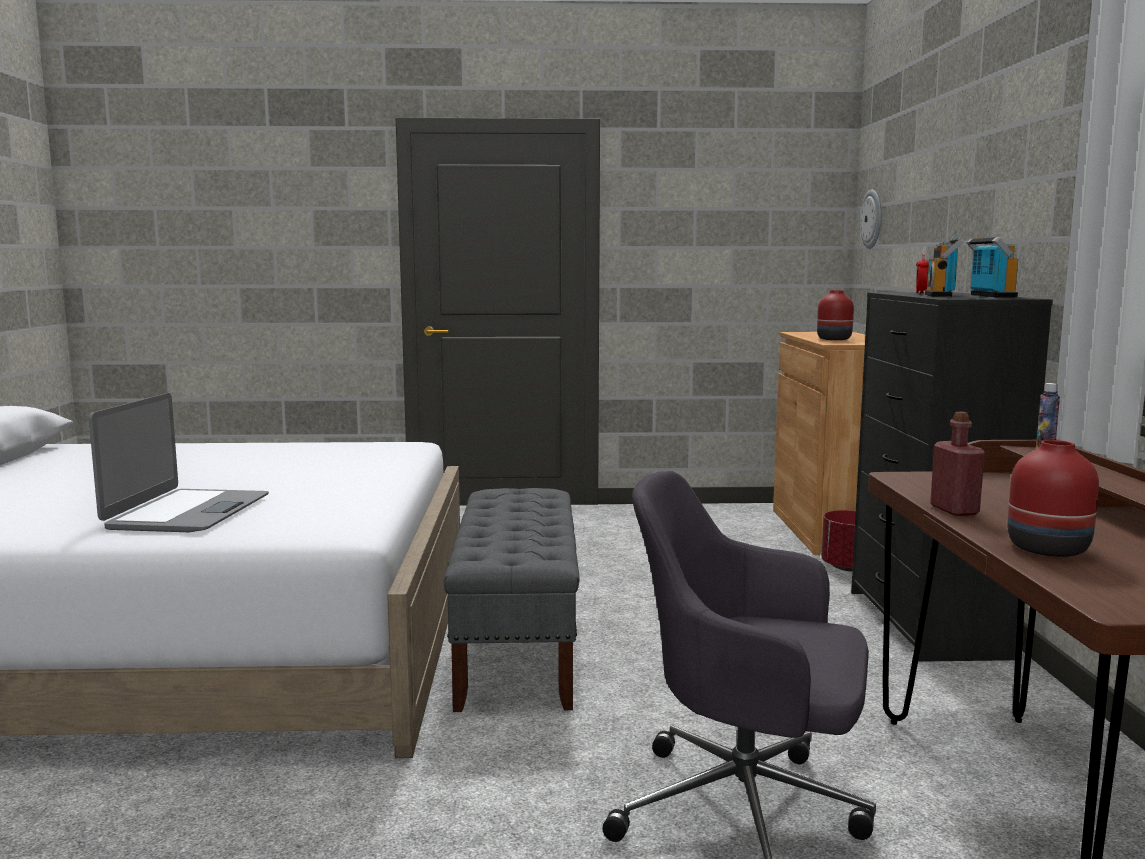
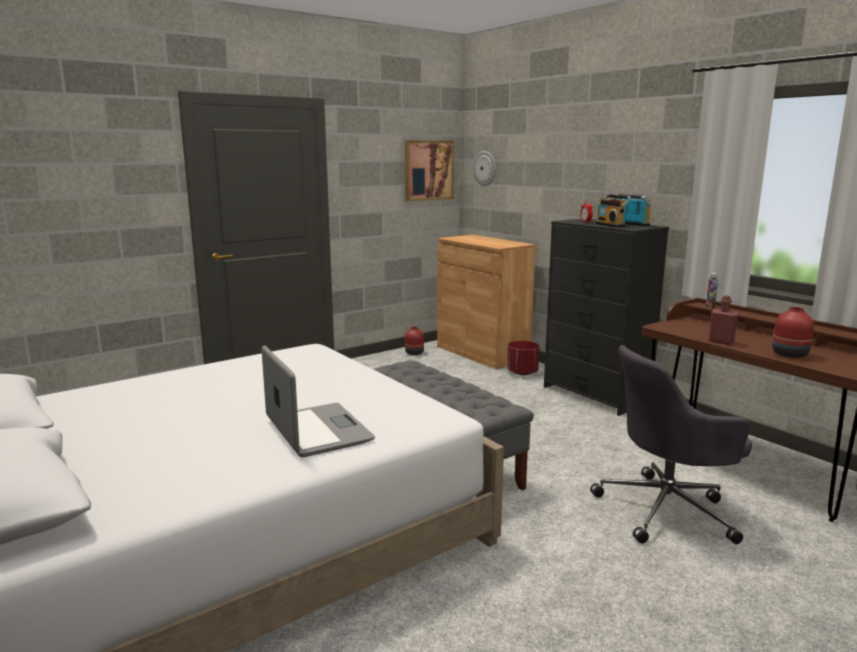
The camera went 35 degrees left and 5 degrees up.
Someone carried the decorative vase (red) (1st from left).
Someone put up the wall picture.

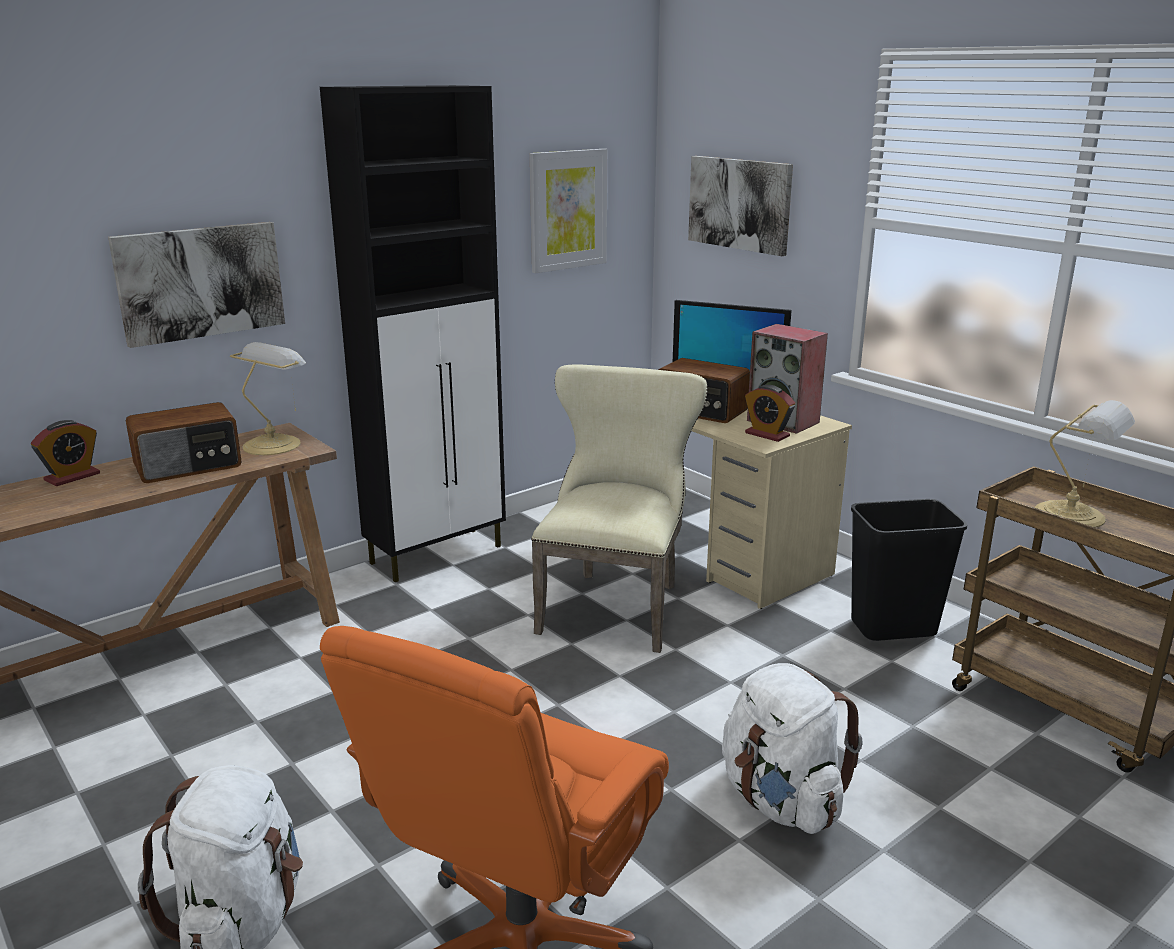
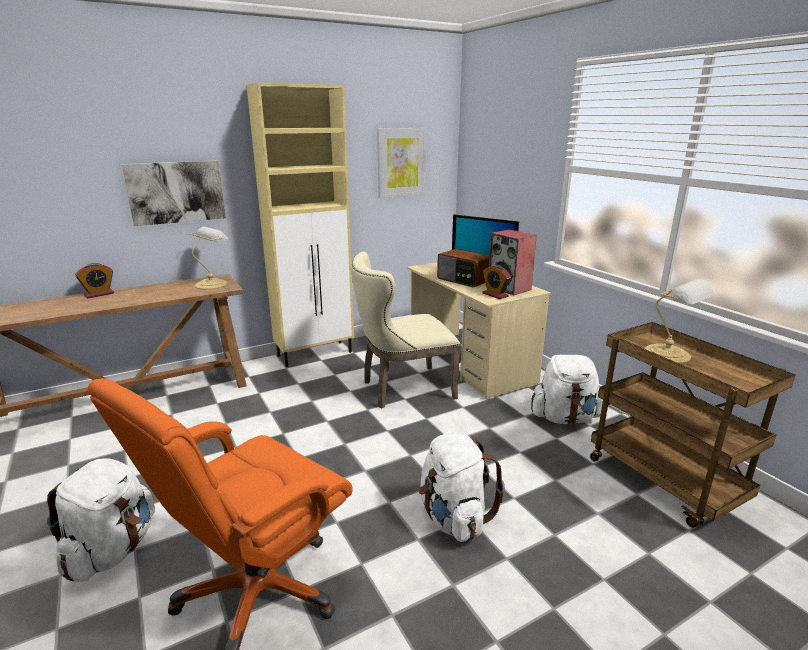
The camera went 10 degrees right and 0 degrees up.
Someone took away the radio set (1st from left).
Someone repainted the cabinet (black), which became the cabinet (sand-coloured).
Someone rotated the plain chair (sand-coloured) by 135 degrees counterclockwise.
Someone took away the wall picture (3rd from left).
Someone swapped the waste bin (black) for the rucksack (whitish) (3rd from left).

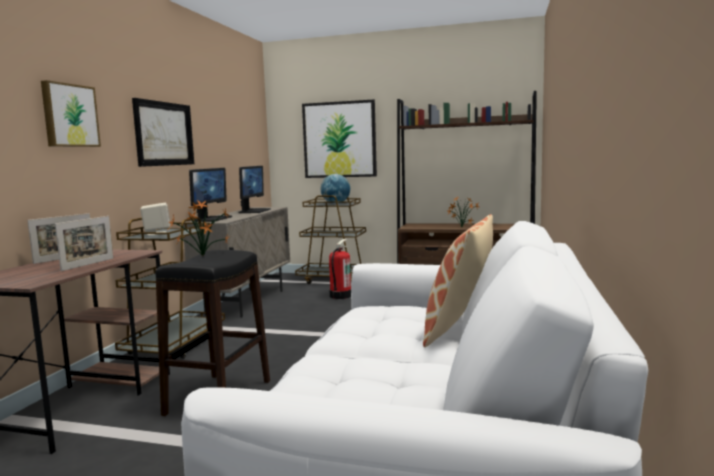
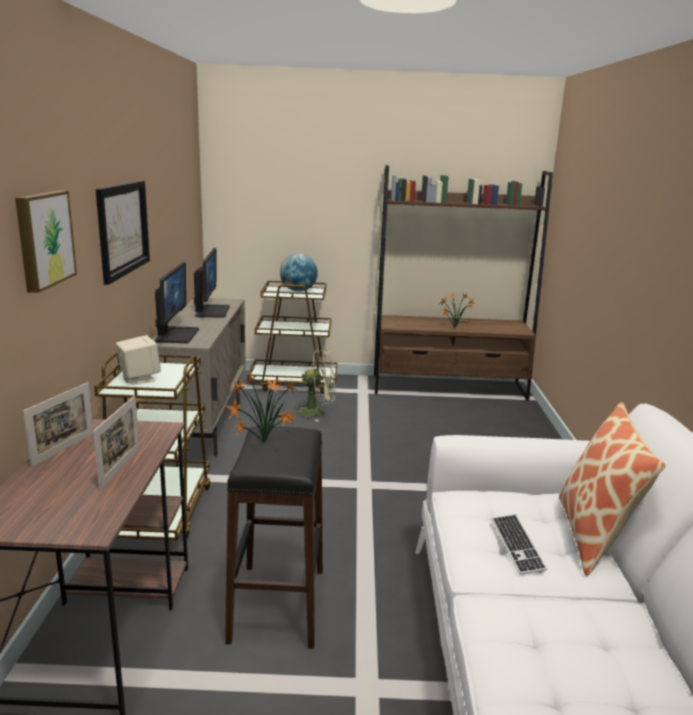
The camera went 15 degrees left and 10 degrees up.
Someone took away the wall picture (3rd from left).
Someone swapped the fire-fighting cylinder for the electric fan (green-coloured).
Someone put down the PC keyboard.

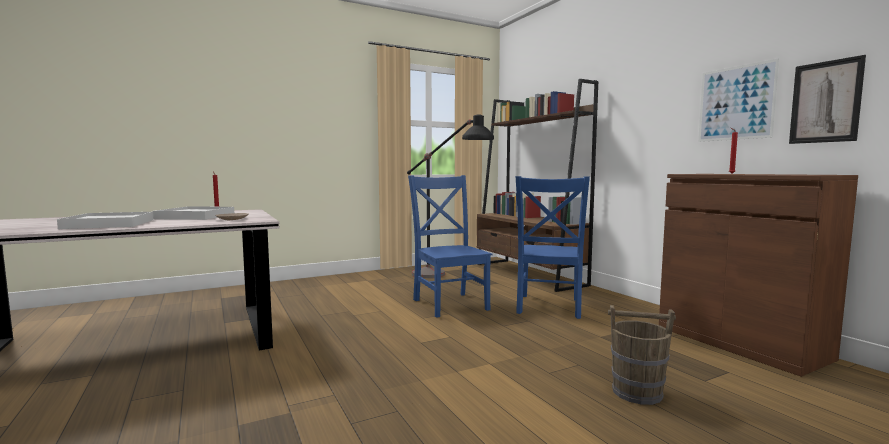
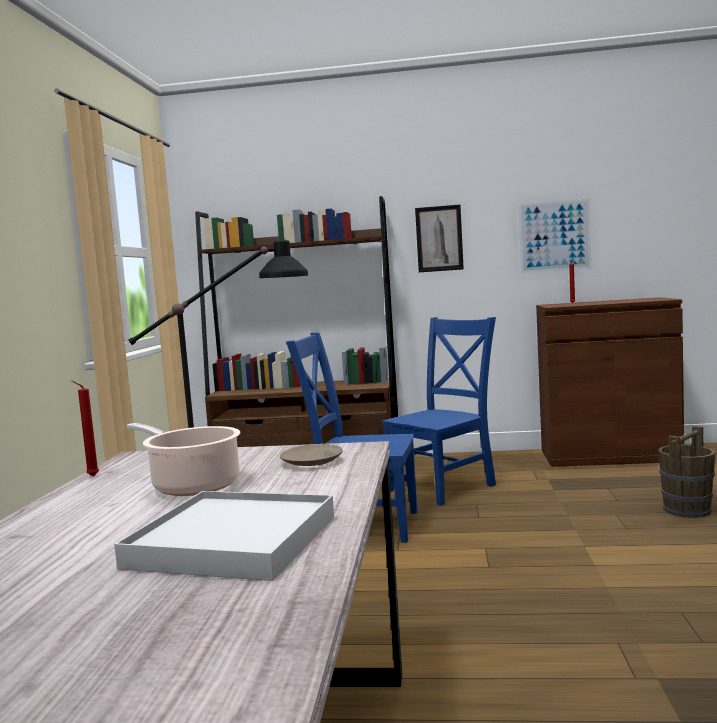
The camera went 55 degrees left and 0 degrees up.
Someone swapped the carrying tray (whitish) (2nd from left) for the saucepot.
Someone rotated the plain chair (blue) (2nd from left) by 90 degrees counterclockwise.
Someone carried the wall picture (2nd from left in the first image).

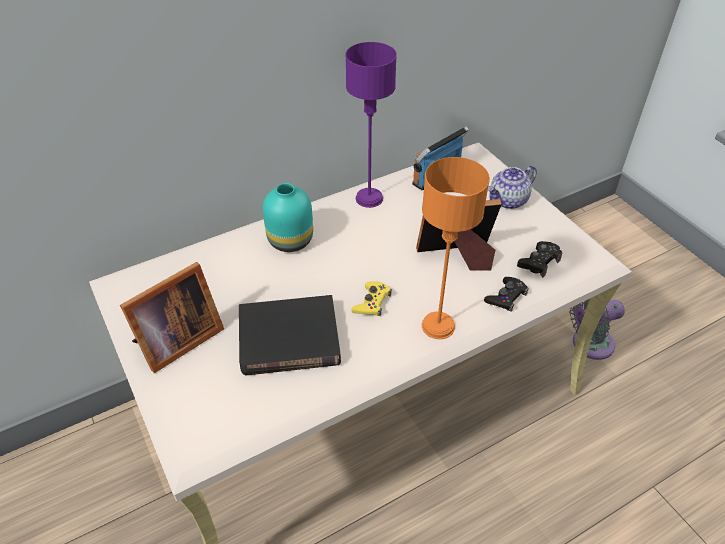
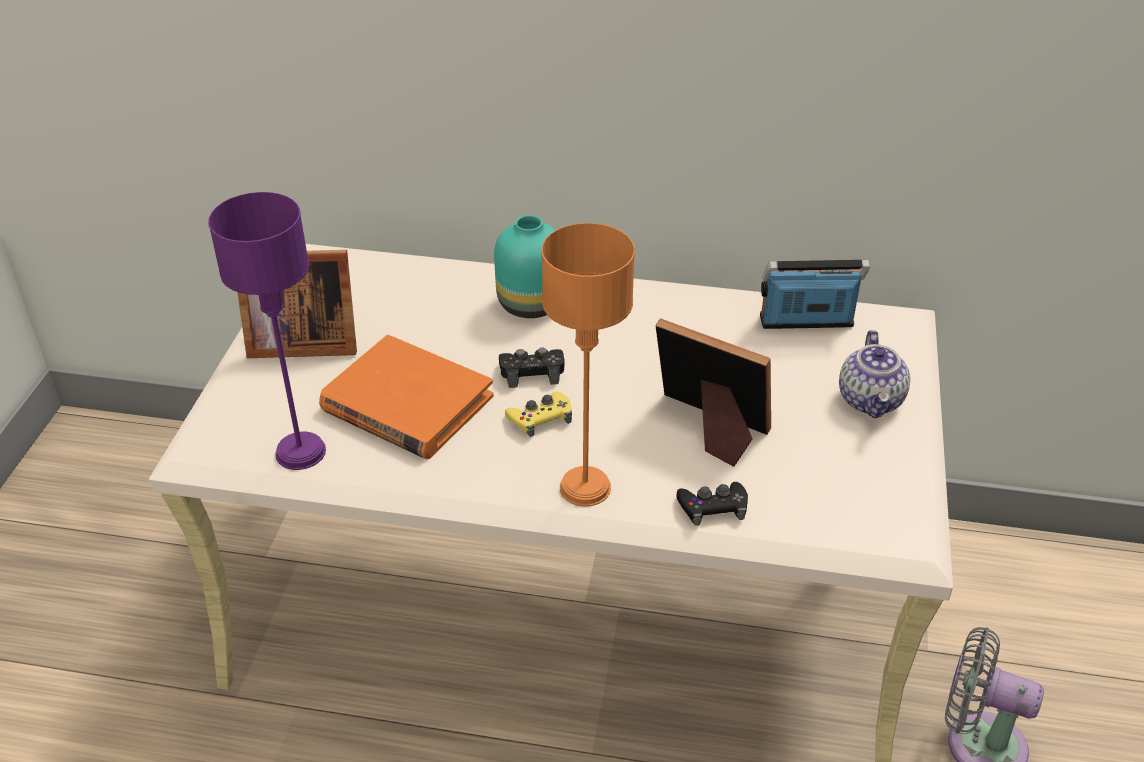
The camera went 40 degrees right and 5 degrees down.
Someone repainted the bound book (black), which became the bound book (orange).
Someone carried the tabletop lamp (purple).
Someone rotated the pot for tea by 90 degrees counterclockwise.
Someone carried the gamepad (black) (2nd from left in the first image).

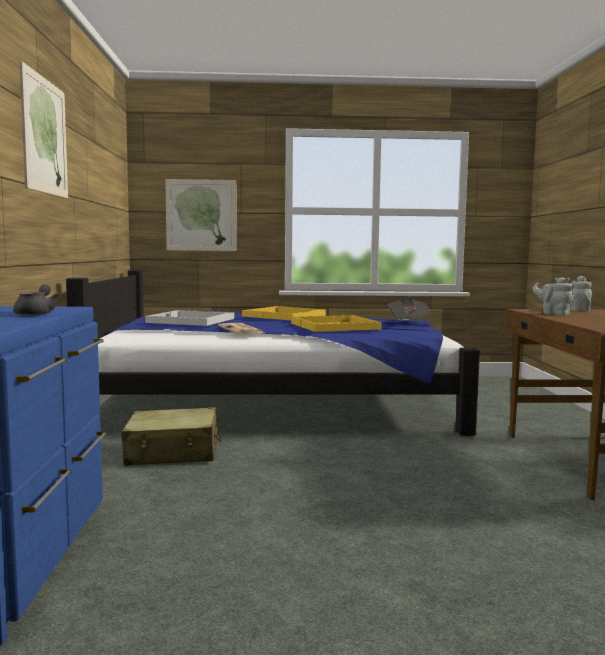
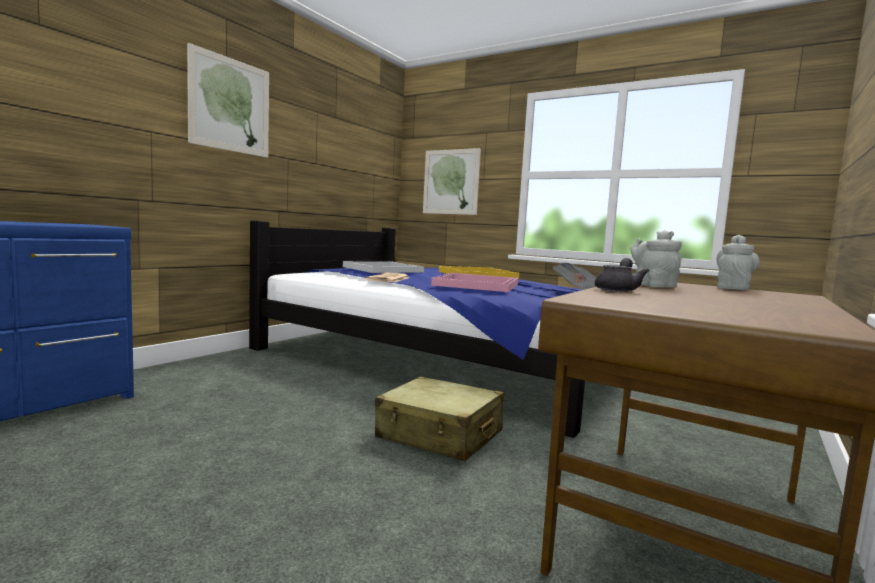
The camera went 35 degrees right and 0 degrees up.
Someone carried the pot for tea (grey) (1st from left).
Someone carried the suitcase (sand-coloured).
Someone repainted the carrying tray (yellow-coloured) (2nd from left), which became the carrying tray (pink).

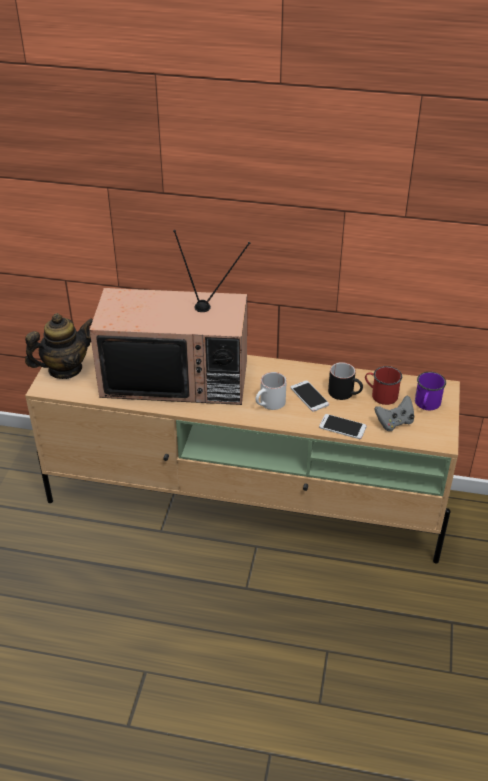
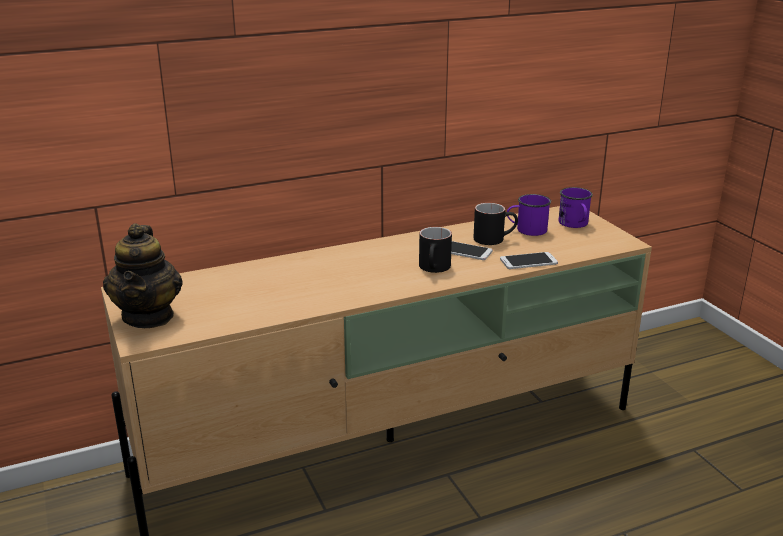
The camera went 35 degrees left and 15 degrees down.
Someone rotated the pot for tea by 150 degrees clockwise.
Someone took away the TV.
Someone repainted the coffee mug (whitish), which became the coffee mug (black) (1st from left).
Someone repainted the coffee mug (red), which became the coffee mug (purple) (1st from left).
Someone took away the gamepad (grey).

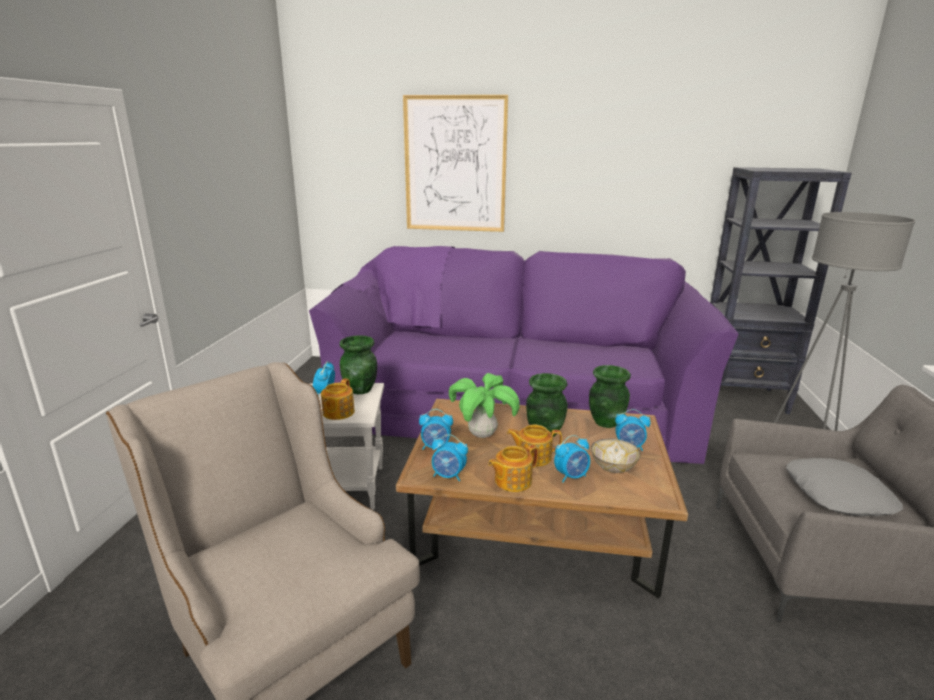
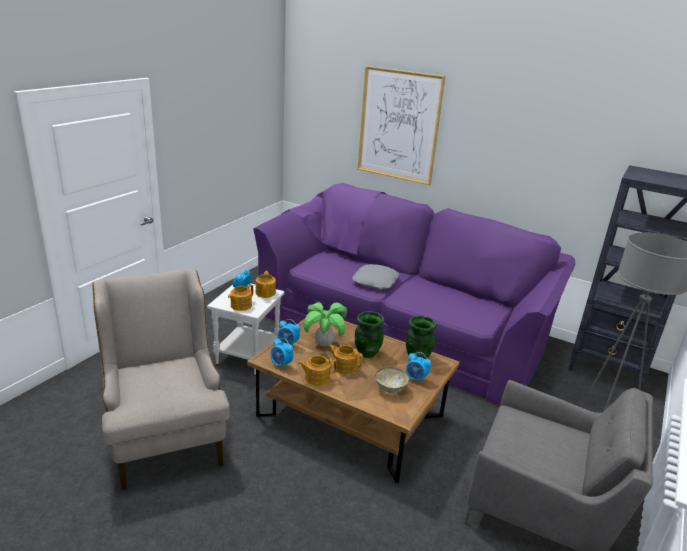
The camera went 20 degrees right and 5 degrees up.
Someone swapped the decorative vase (green-coloured) (1st from left) for the pot for tea (2nd from left).
Someone took away the table clock (4th from left).
Someone carried the cushion (grey).

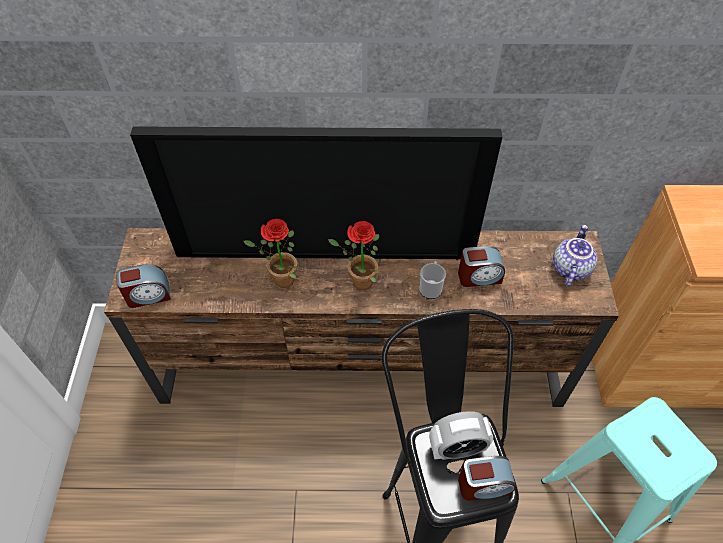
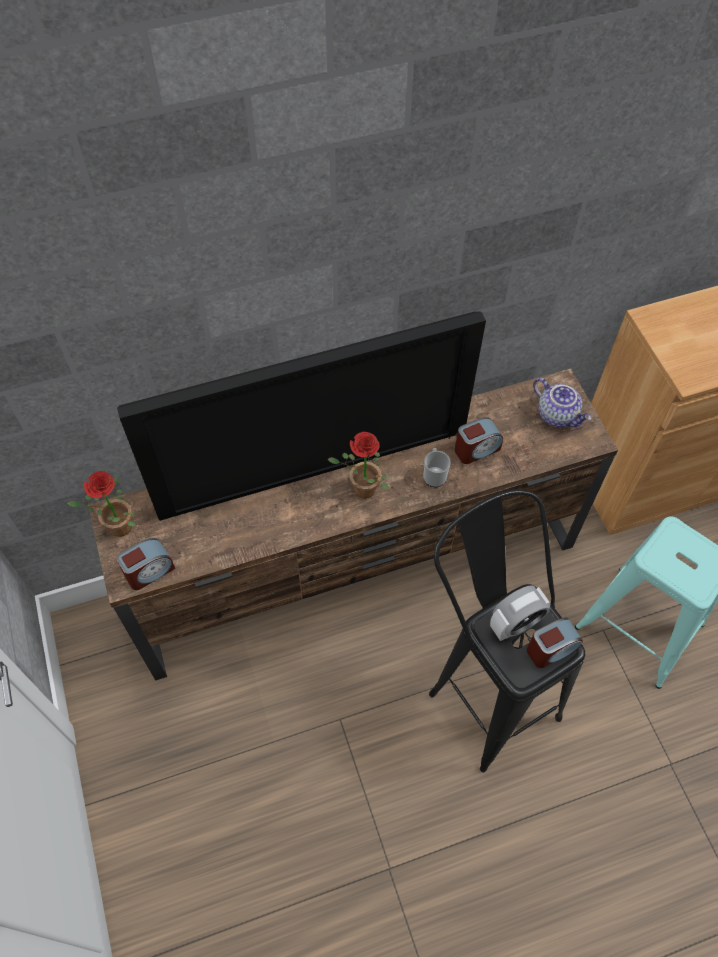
The camera went 20 degrees left and 5 degrees up.
Someone carried the potted plant (1st from left).
Someone rotated the pot for tea by 135 degrees clockwise.

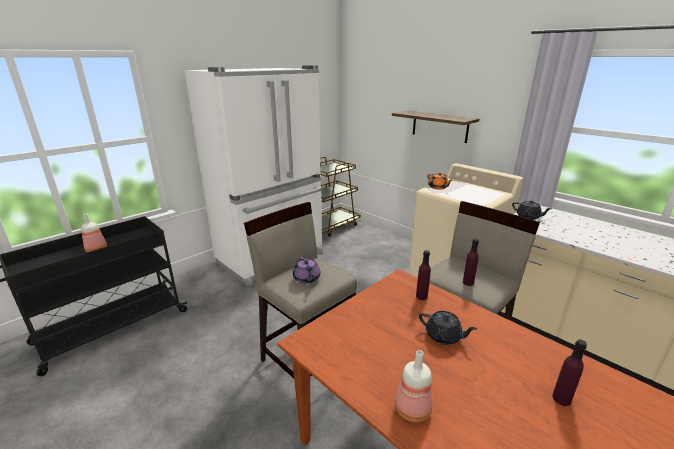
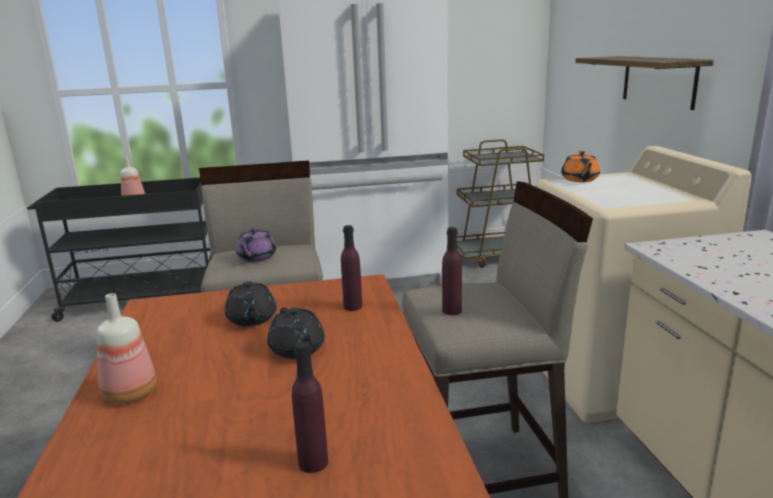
The camera went 35 degrees right and 5 degrees down.
Someone carried the pot for tea (black) (2nd from left in the first image).

